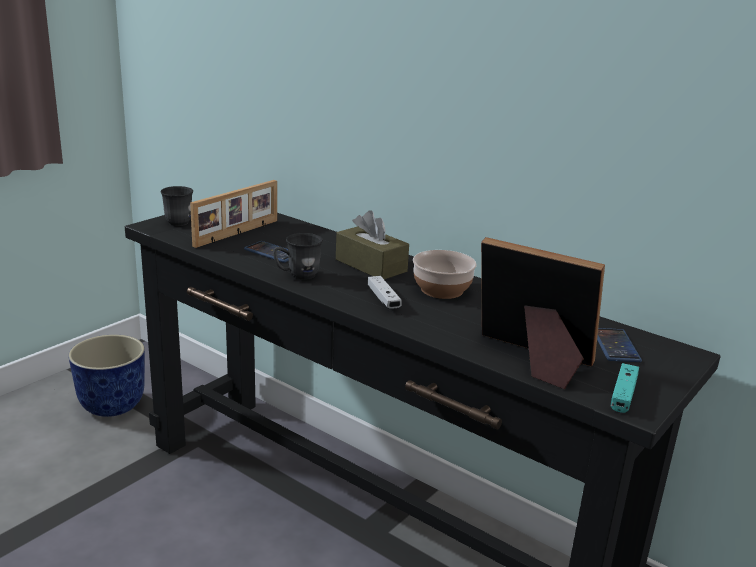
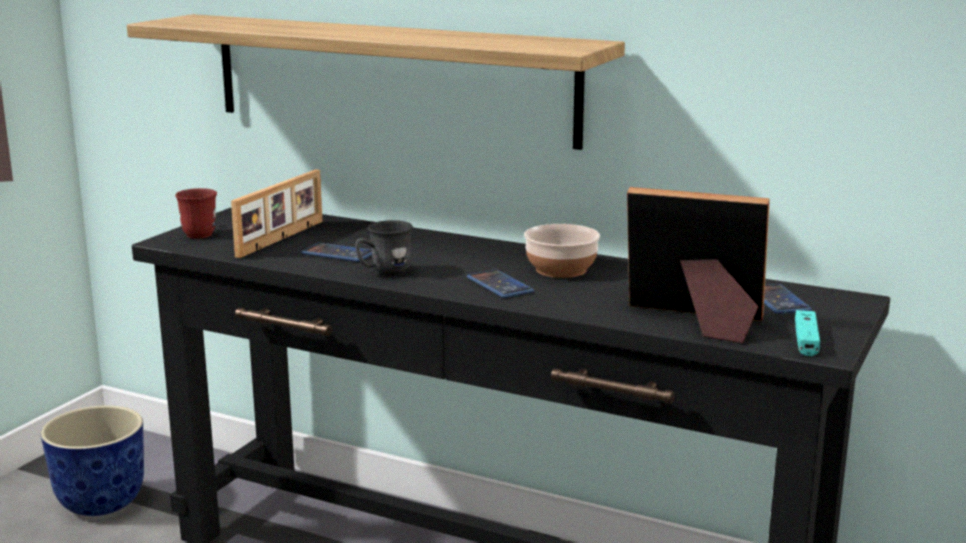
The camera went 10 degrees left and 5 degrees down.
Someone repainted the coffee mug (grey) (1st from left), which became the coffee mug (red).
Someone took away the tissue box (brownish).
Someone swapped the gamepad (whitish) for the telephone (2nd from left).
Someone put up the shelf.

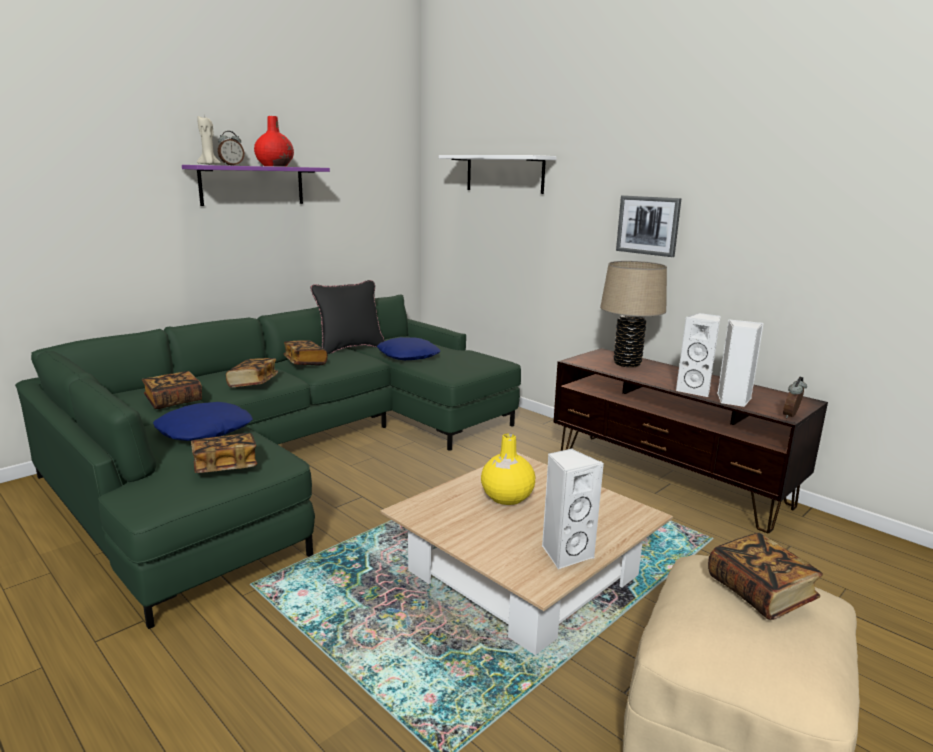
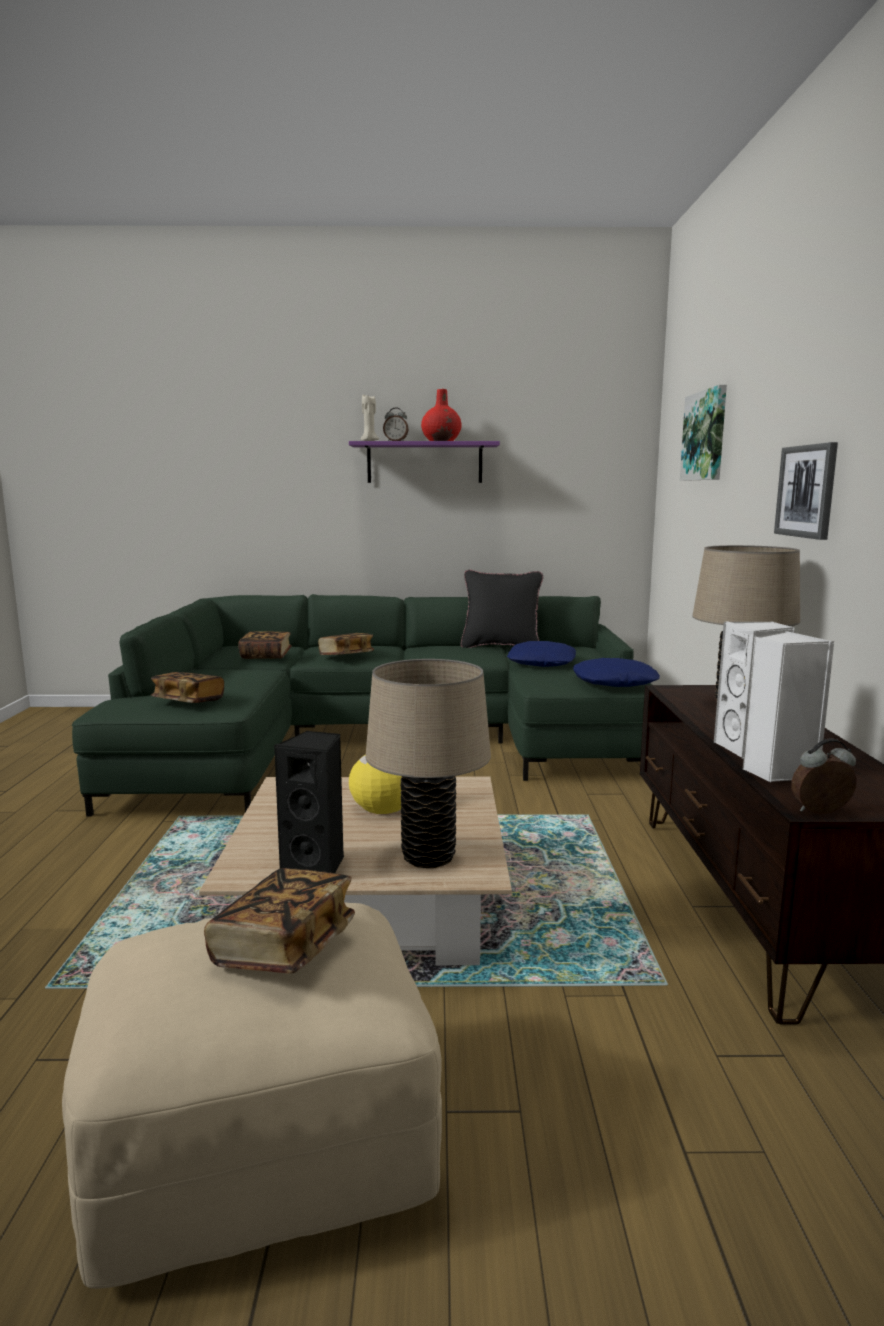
The camera went 45 degrees right and 5 degrees down.
Someone carried the cushion (blue) (1st from left in the first image).
Someone took away the bound book (4th from left).
Someone swapped the shelf (whitish) for the wall picture (1st from left).
Someone repainted the audio speaker (whitish) (1st from left), which became the audio speaker (black).
Someone put down the tabletop lamp (sand-coloured) (1st from left).

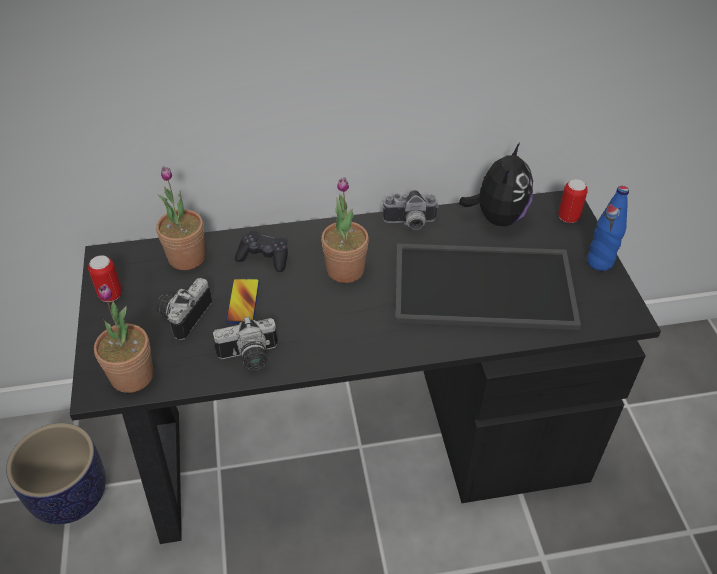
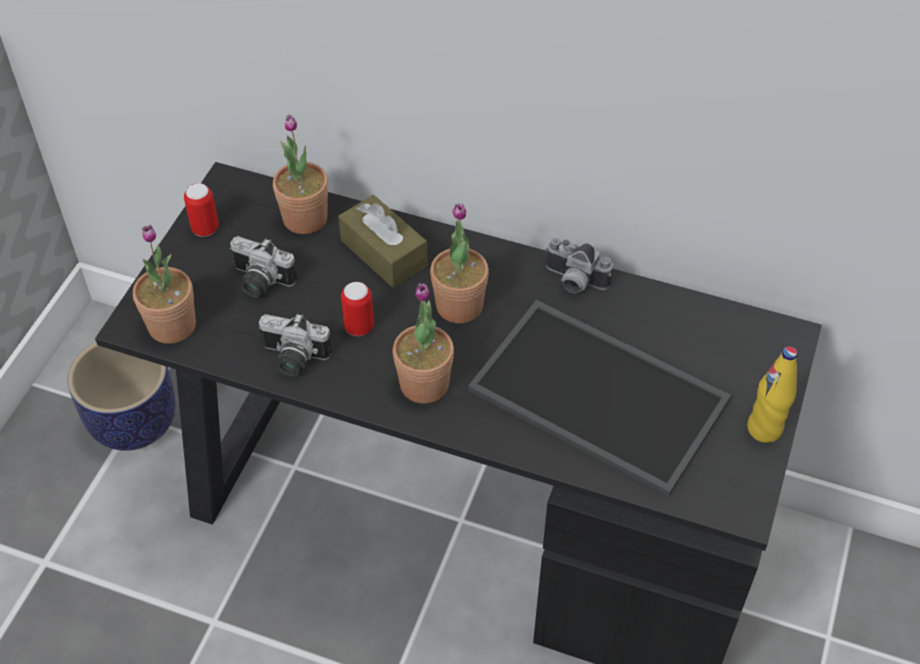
The camera went 30 degrees right and 5 degrees up.
Someone rotated the still camera (1st from left) by 120 degrees counterclockwise.
Someone took away the telephone.
Someone swapped the gamepad (black) for the tissue box (brownish).
Someone took away the cuddly toy.
Someone carried the sealed can (2nd from left).
Someone repainted the drink bottle (blue), which became the drink bottle (yellow-coloured).
Someone put down the potted plant (3rd from left).

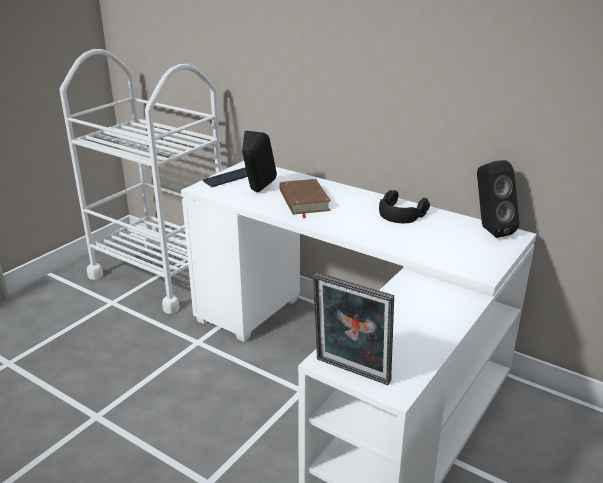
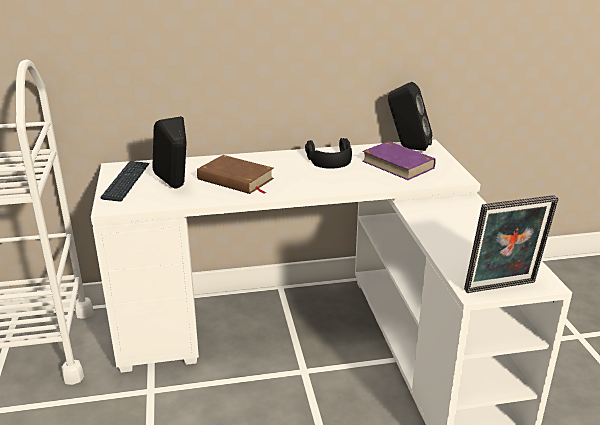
The camera went 45 degrees left and 0 degrees up.
Someone put down the bound book (purple).

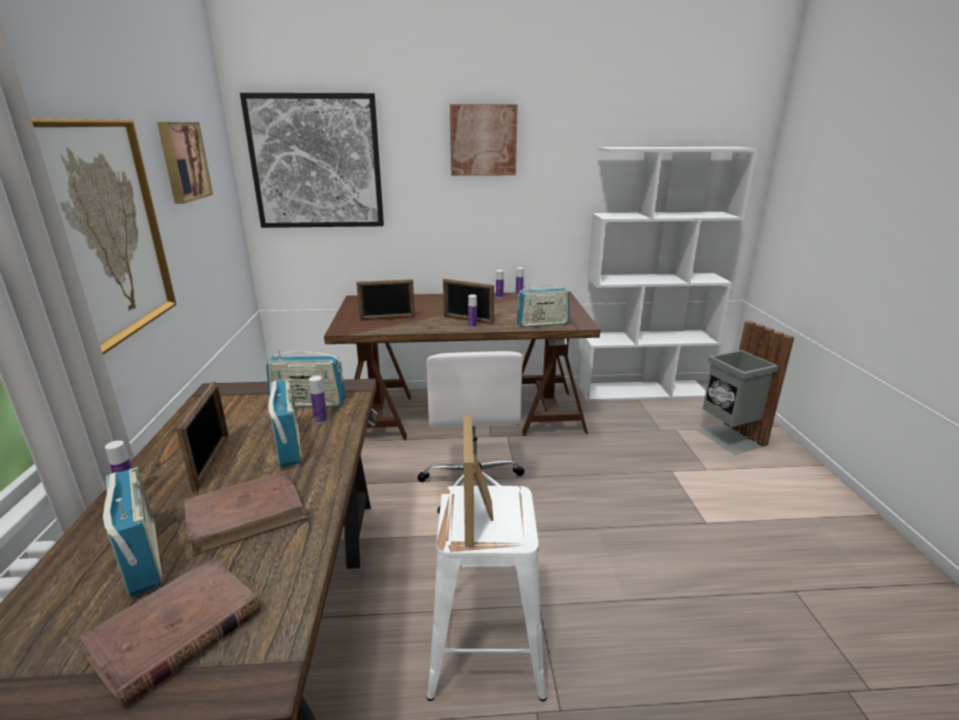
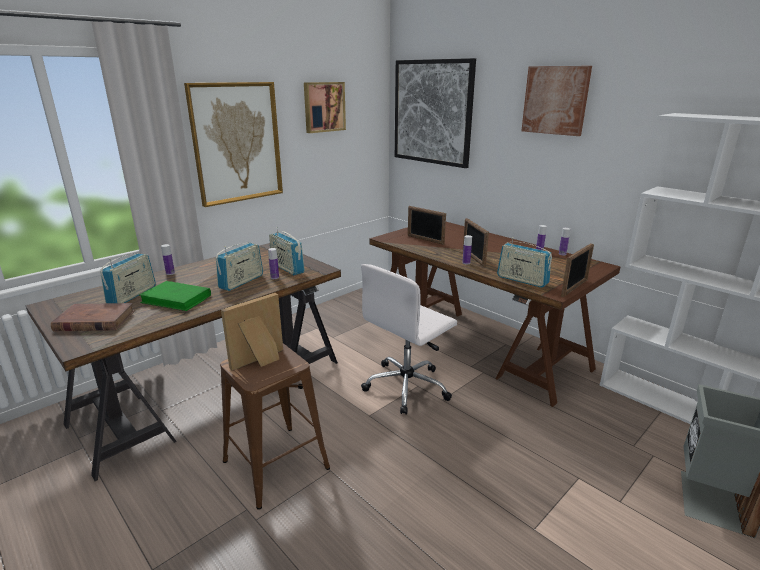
The camera went 50 degrees right and 0 degrees up.
Someone carried the standing frame (1st from left in the first image).
Someone repainted the bound book (brownish) (2nd from left), which became the bound book (green-coloured).
Someone repainted the stool seat (whitish), which became the stool seat (brownish).

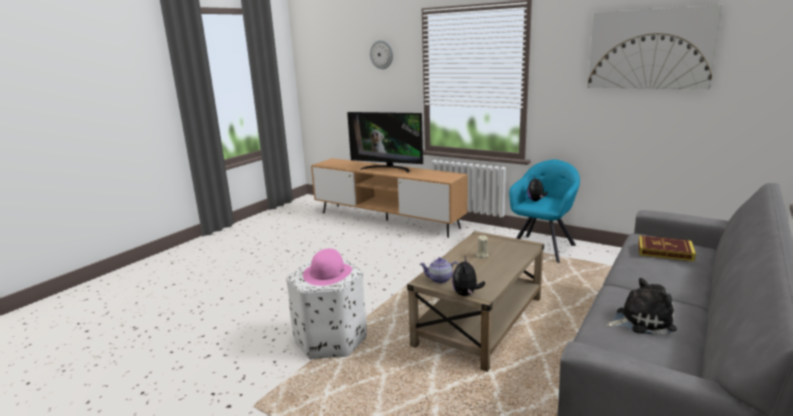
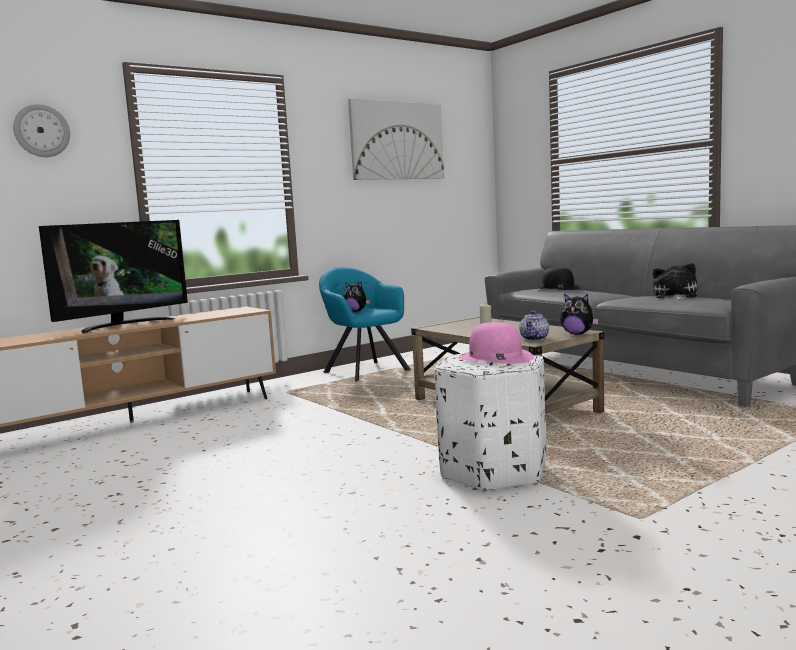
The camera went 70 degrees left and 10 degrees down.
Someone swapped the bound book for the clothing hat (black).

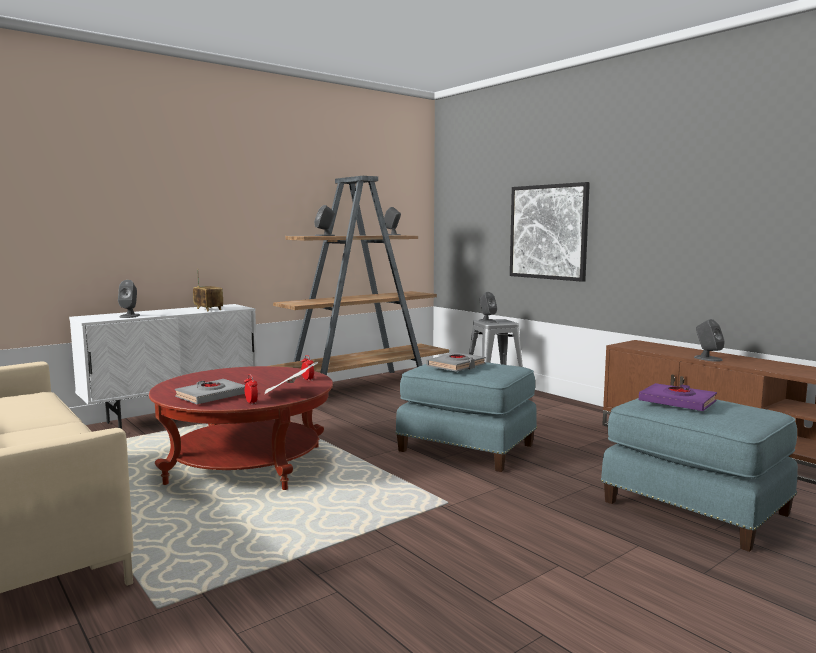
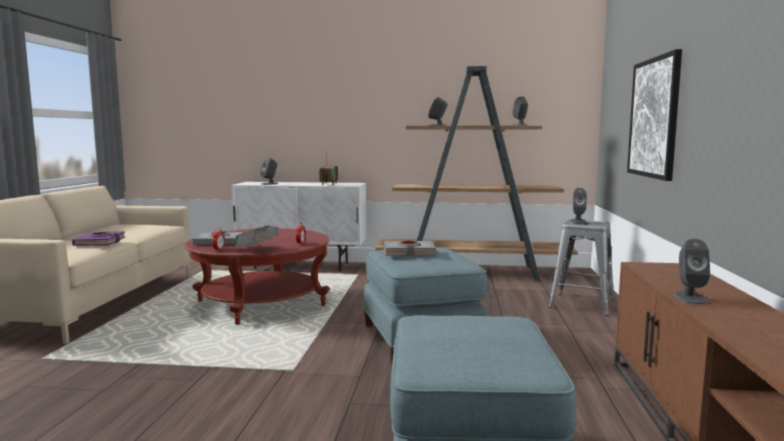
The camera went 45 degrees right and 0 degrees up.
Someone carried the bound book (purple).

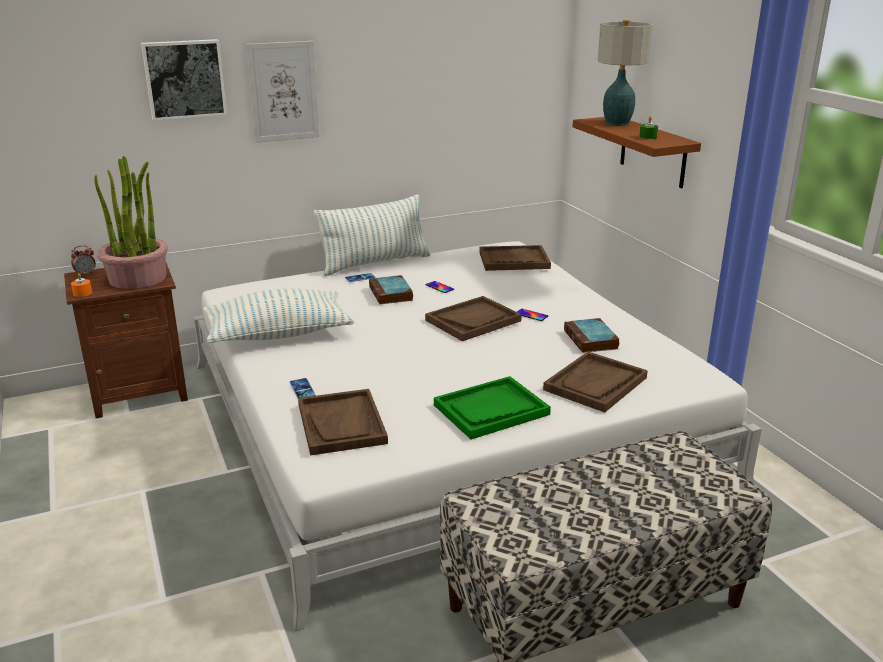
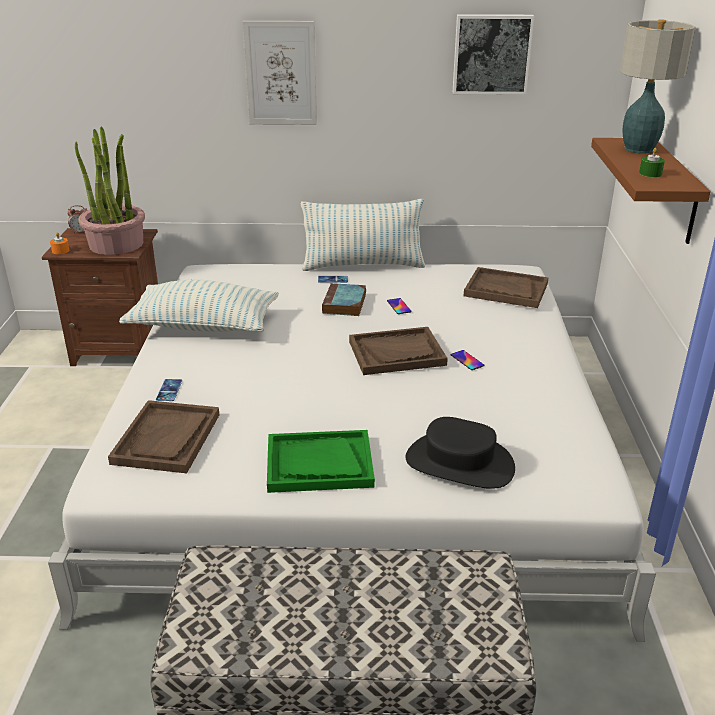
The camera went 25 degrees right and 5 degrees up.
Someone carried the wall picture (1st from left in the first image).
Someone swapped the carrying tray (brownish) (4th from left) for the clothing hat (black).
Someone took away the bound book (2nd from left).

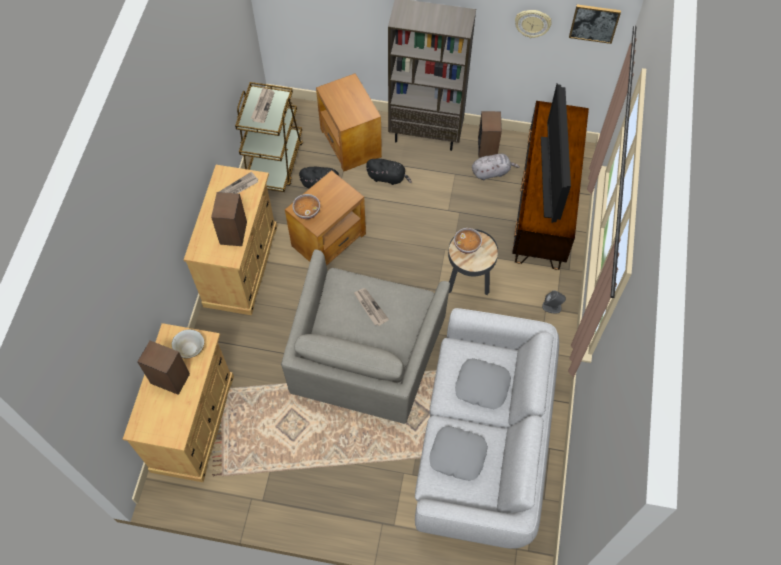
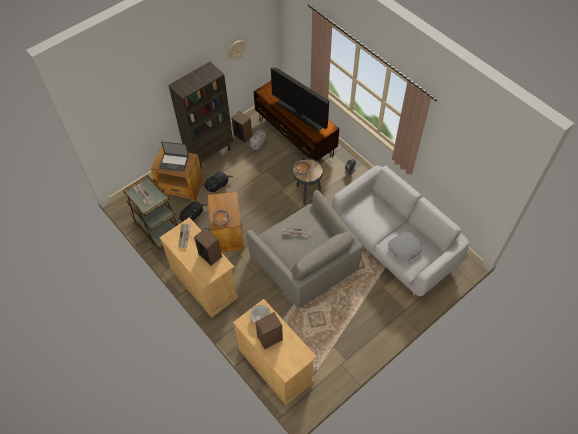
The camera went 50 degrees left and 5 degrees down.
Someone took away the cushion (grey) (2nd from left).
Someone took away the wall picture.
Someone put down the notebook computer.

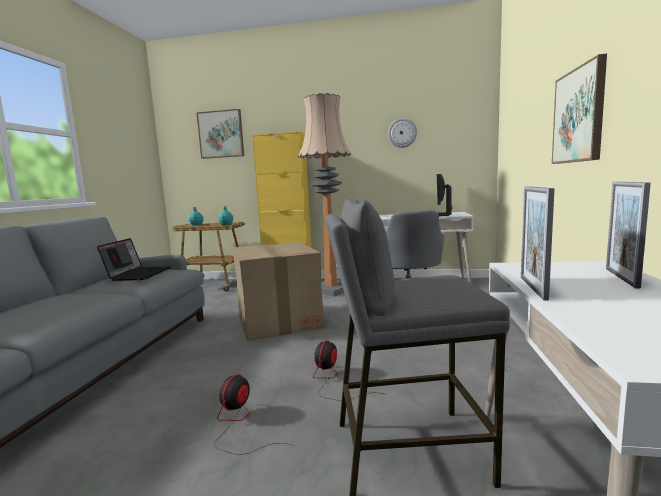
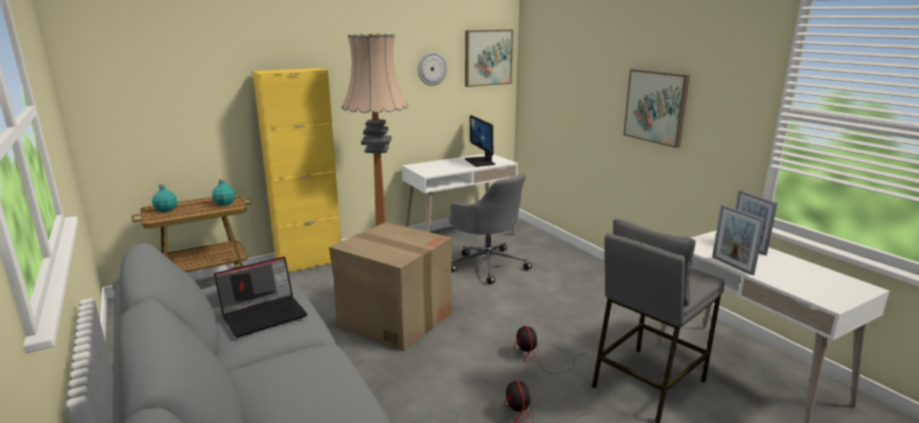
The camera went 40 degrees left and 10 degrees up.
Someone rotated the notebook computer by 90 degrees clockwise.
Someone carried the wall picture (1st from left).

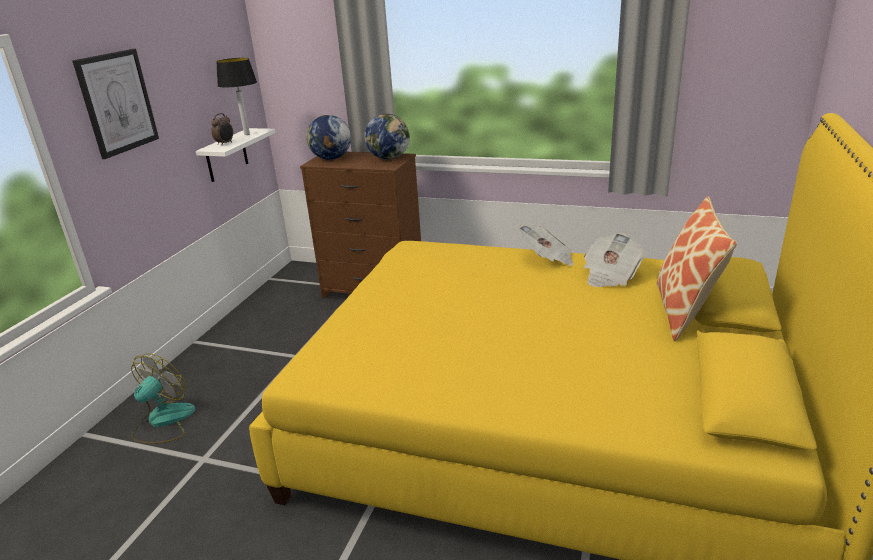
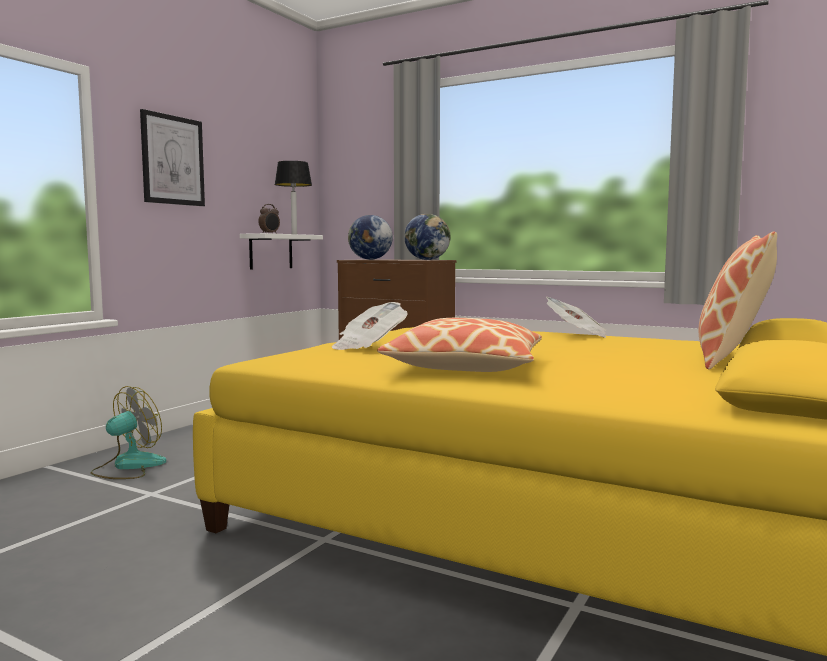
The camera went 10 degrees right and 20 degrees down.
Someone carried the newspaper (2nd from left in the first image).
Someone put down the cushion (1st from left).

